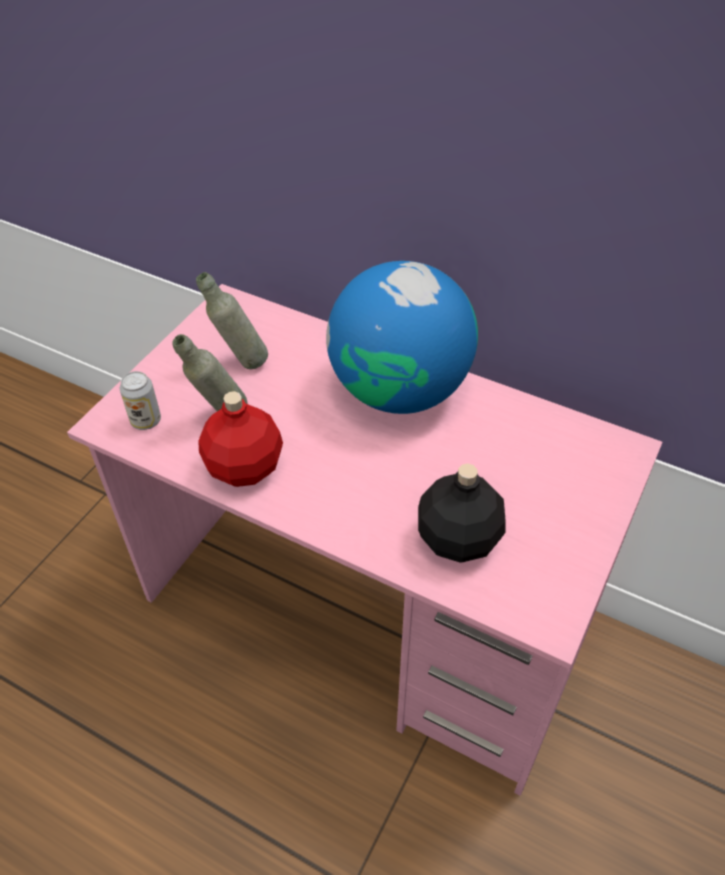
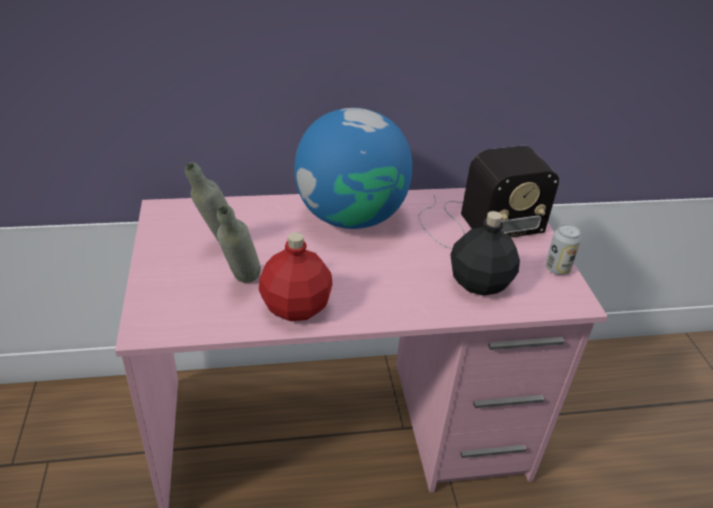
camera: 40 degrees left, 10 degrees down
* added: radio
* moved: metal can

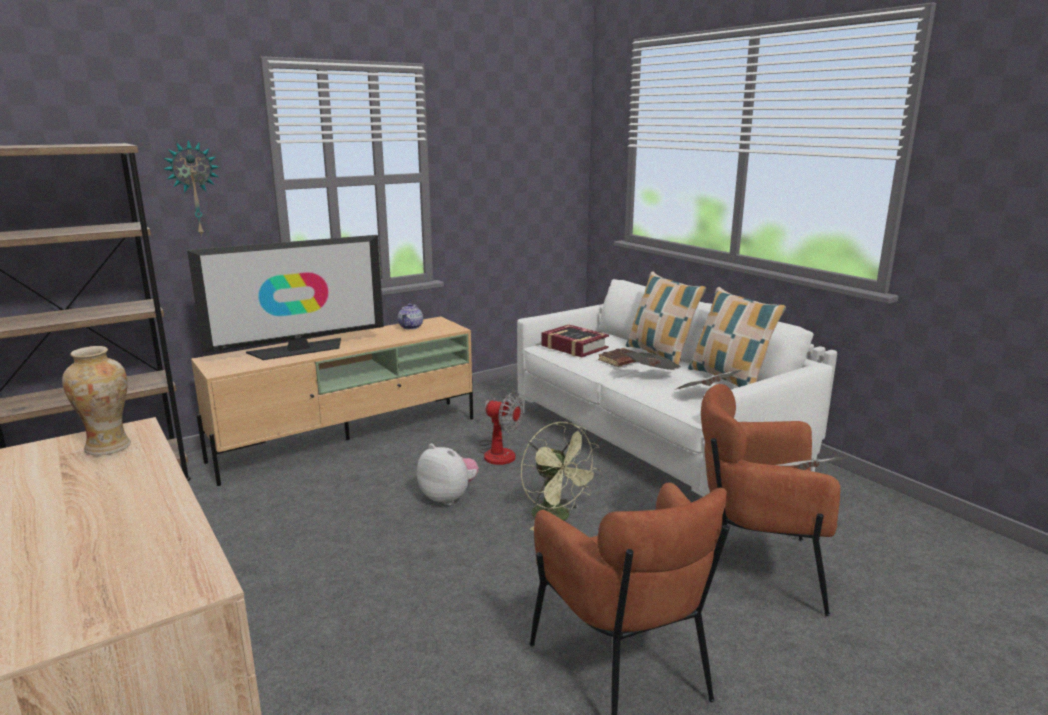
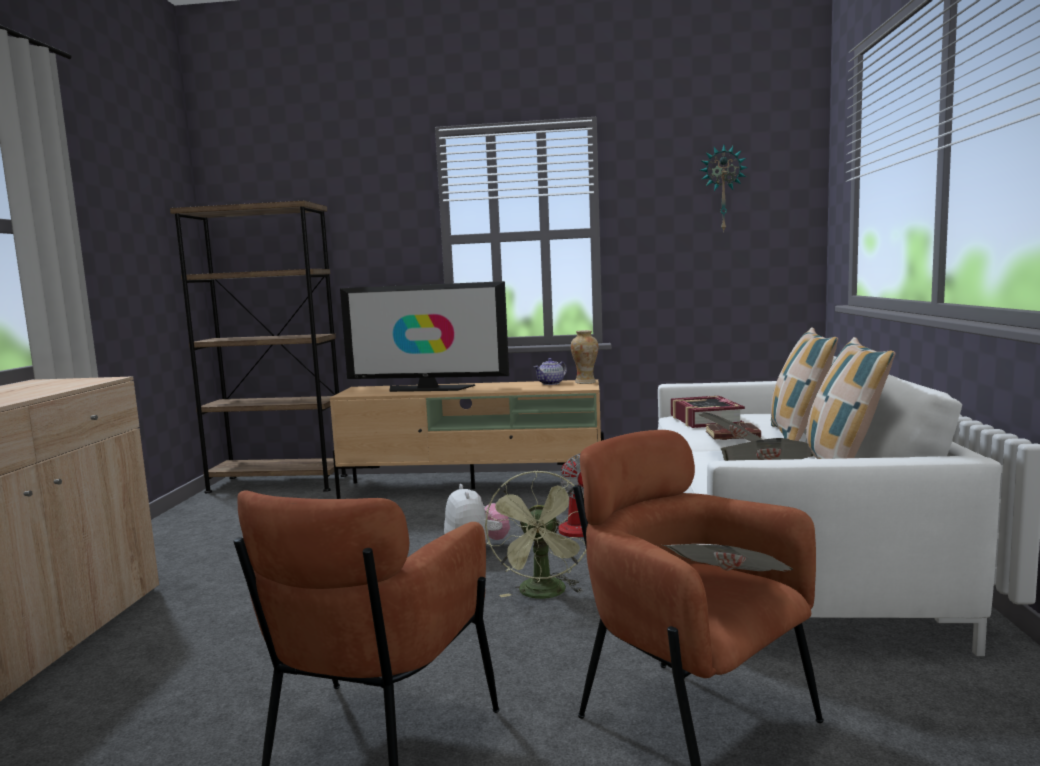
camera: 40 degrees right, 10 degrees down
* moved: flower vase
* moved: hanging clock

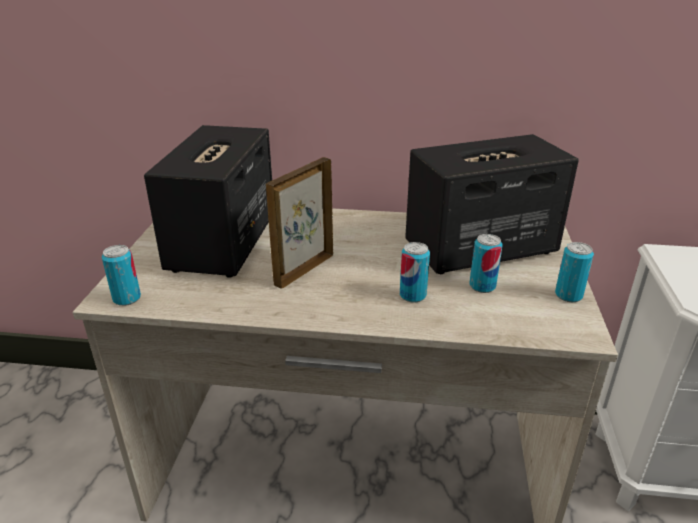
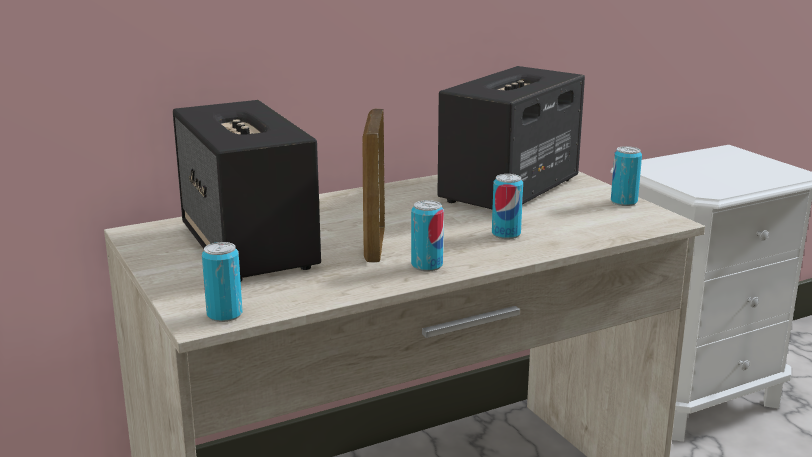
camera: 35 degrees left, 10 degrees down
* moved: metal can (3rd from left in the first image) to metal can (2nd from left)

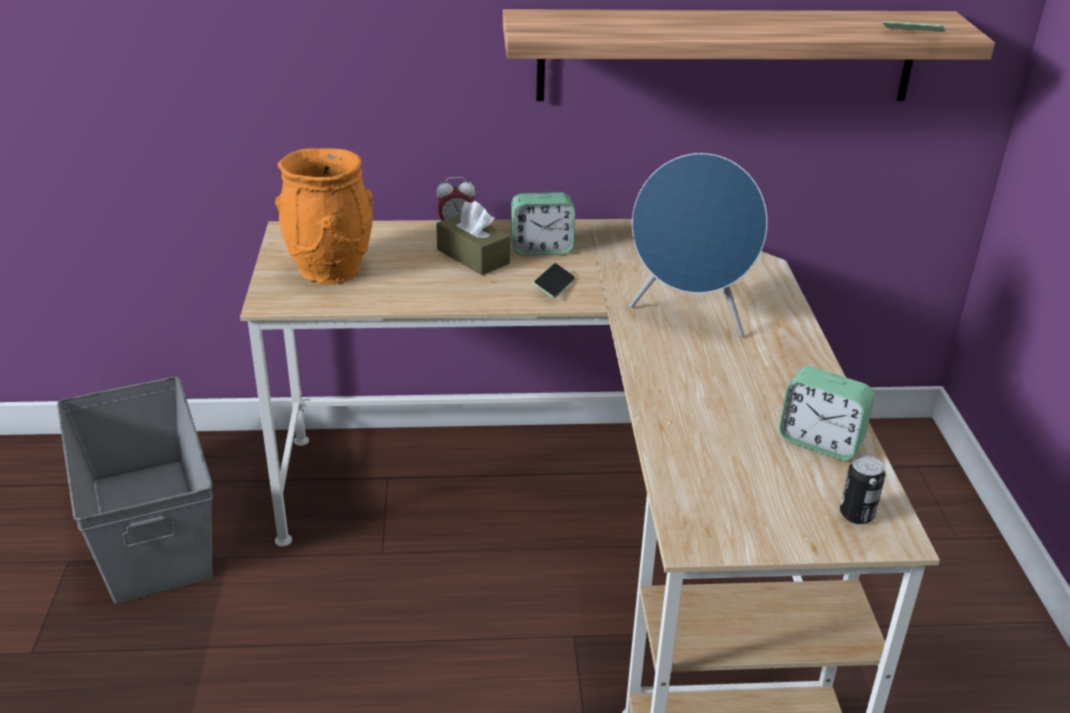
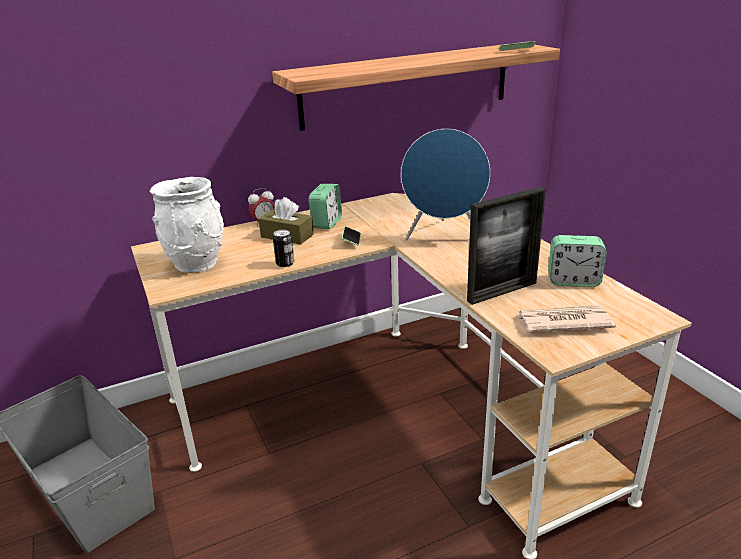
camera: 20 degrees left, 5 degrees down
* added: standing frame
* added: newspaper
* moved: metal can
* recoloured: orange-coloured flower vase to white flower vase
* turned: table clock (2nd from left) 45 degrees counterclockwise

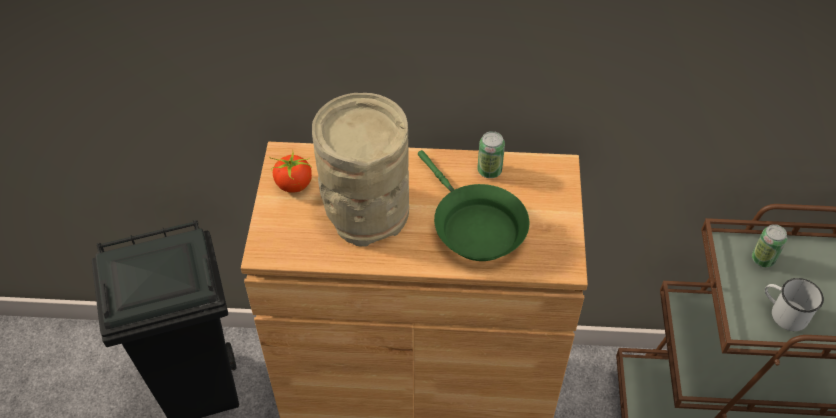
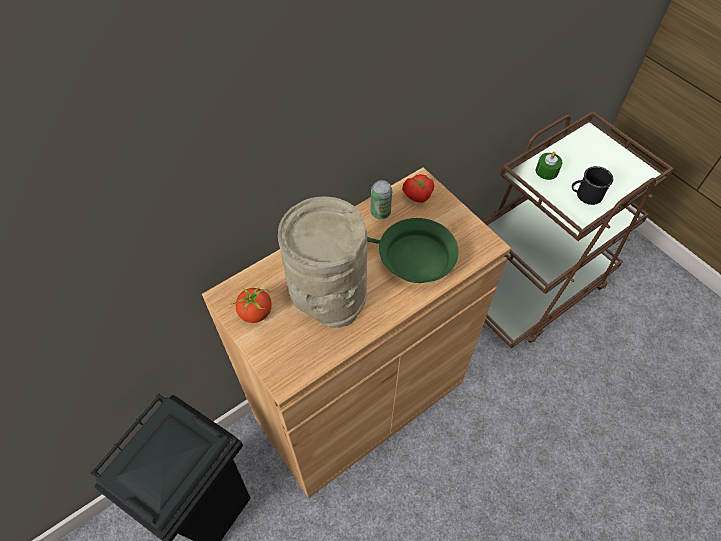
camera: 40 degrees left, 5 degrees up
* added: fresh tomato (2nd from left)
* replaced: metal can (2nd from left) to green wax light
* recoloured: white tea mug to black-coloured tea mug

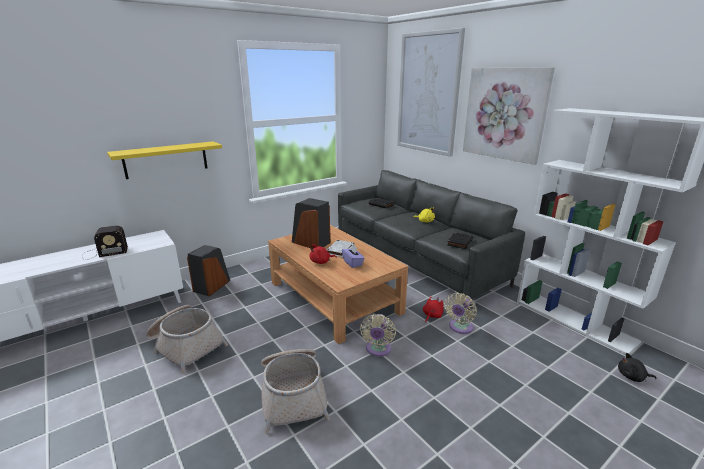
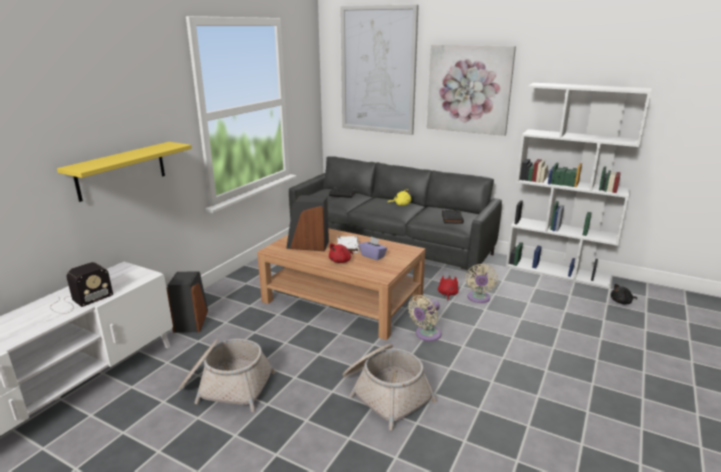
camera: 25 degrees left, 0 degrees up
* turned: sand-coloured electric fan (1st from left) 60 degrees clockwise

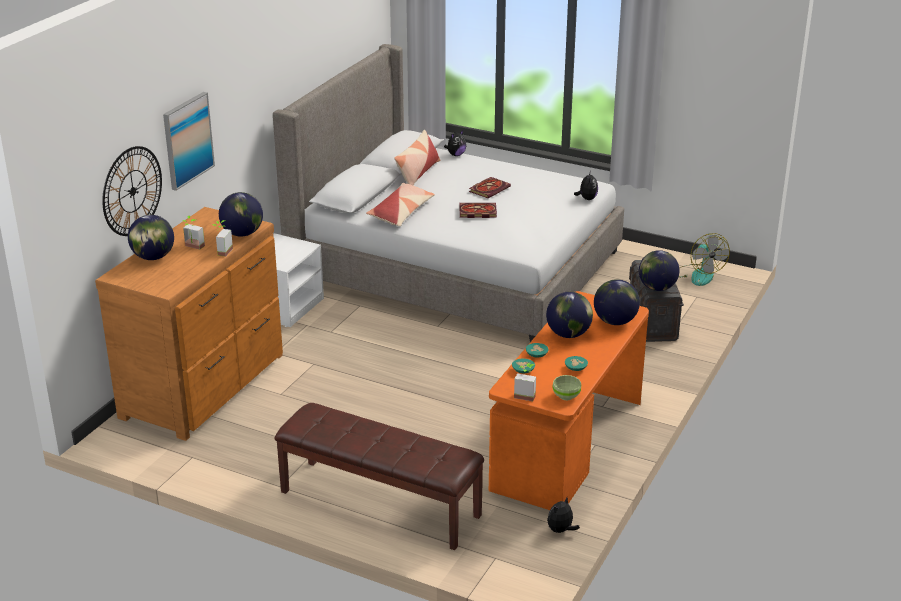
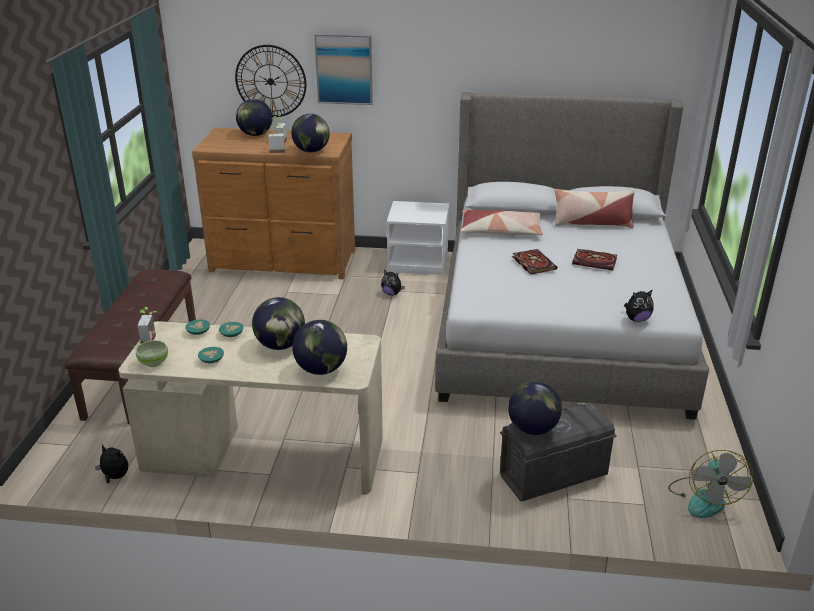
camera: 70 degrees right, 0 degrees up
* moved: soft toy (1st from left in the first image) to soft toy (2nd from left)
* recoloured: orange-coloured desk unit to sand-coloured desk unit
* turned: electric fan 45 degrees counterclockwise

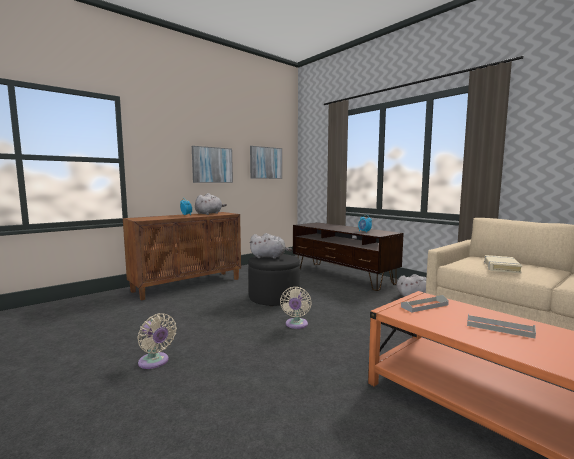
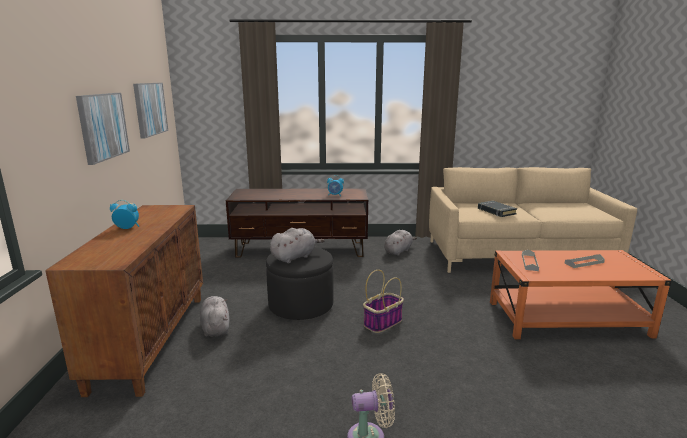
camera: 50 degrees left, 10 degrees up
* moved: gray soft toy (1st from left)
* replaced: sand-coloured electric fan (2nd from left) to household basket
* recoloured: sand-coloured volume to black-coloured volume

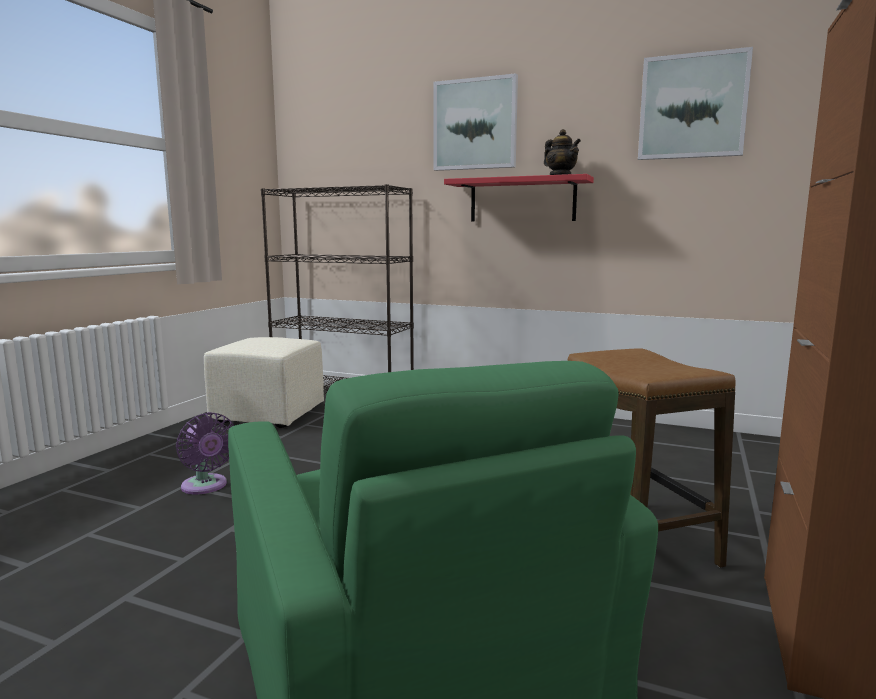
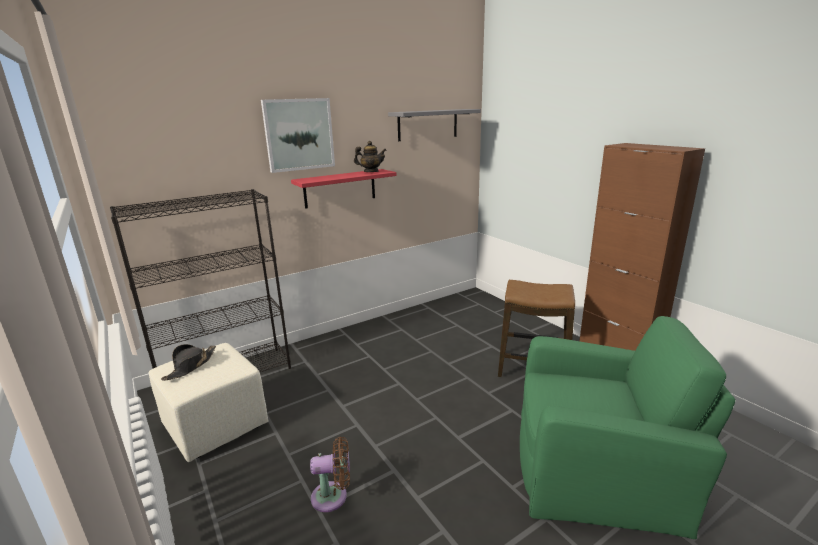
camera: 55 degrees left, 10 degrees up
* added: black-coloured wearable hat
* replaced: wall picture (2nd from left) to gray wall shelf
* recoloured: purple-coloured electric fan to brown electric fan

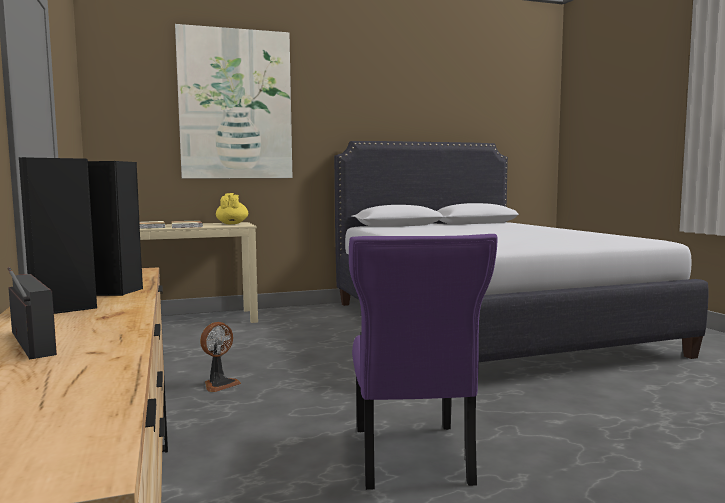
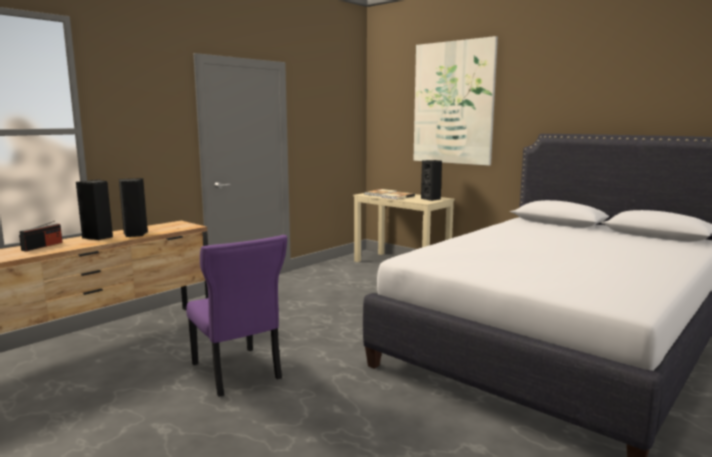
camera: 60 degrees right, 5 degrees up
* removed: electric fan
* replaced: yellow teapot to black-coloured audio speaker (3rd from left)
* turned: purple-coloured chair 90 degrees counterclockwise

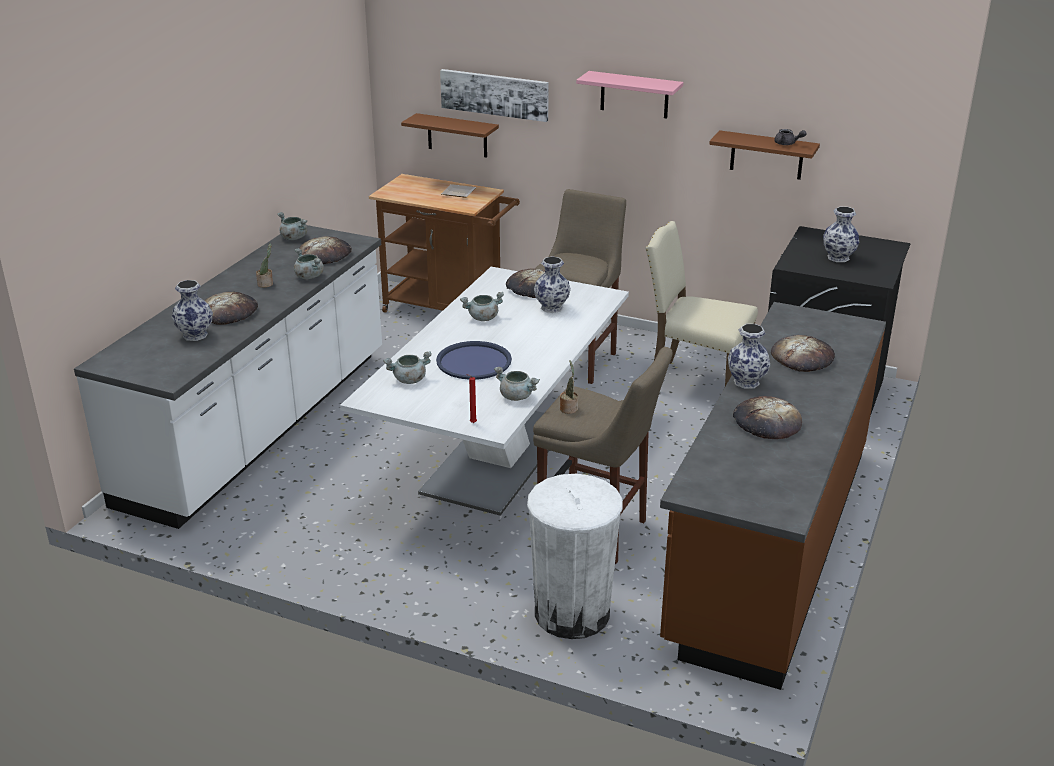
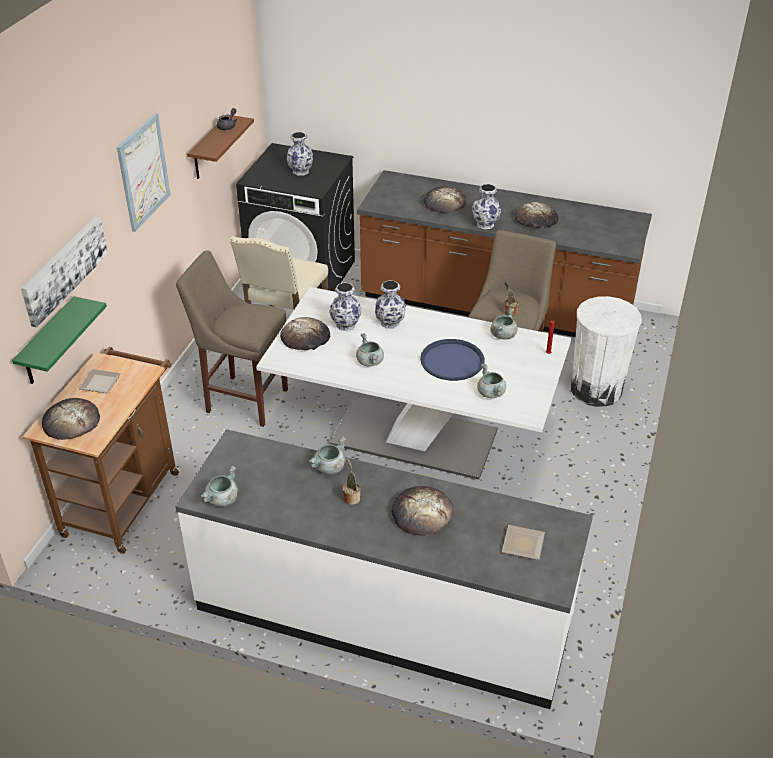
camera: 95 degrees left, 10 degrees up
* added: dinner plate (2nd from left)
* moved: flower vase (1st from left in the first image) to flower vase (3rd from left)
* moved: baked bread (2nd from left in the first image) to baked bread (1st from left)
* replaced: pinkish wall shelf to wall picture (2nd from left)
* recoloured: brown wall shelf (1st from left) to green wall shelf

